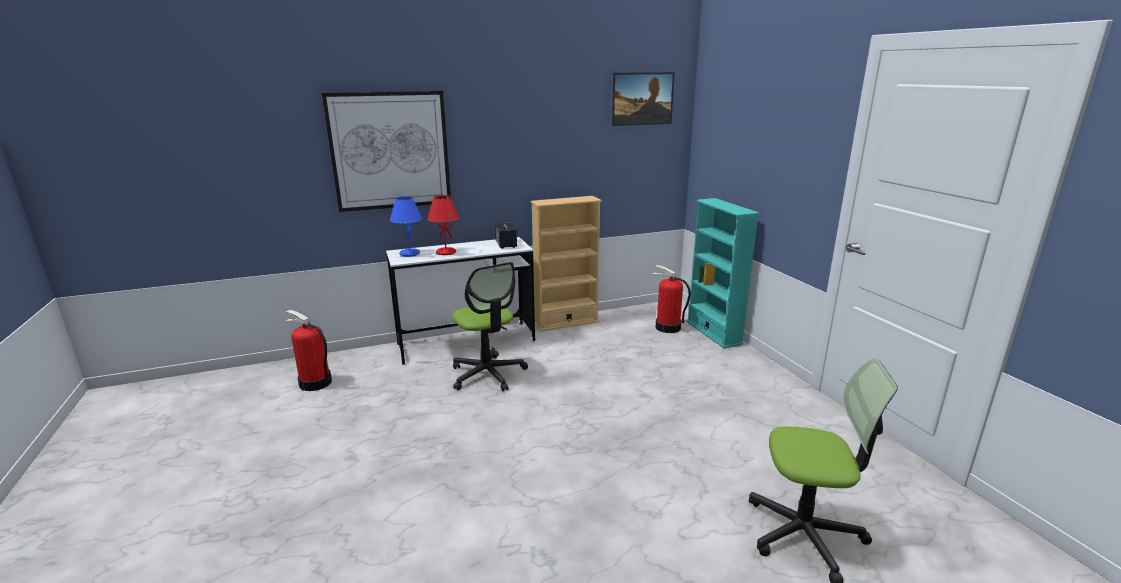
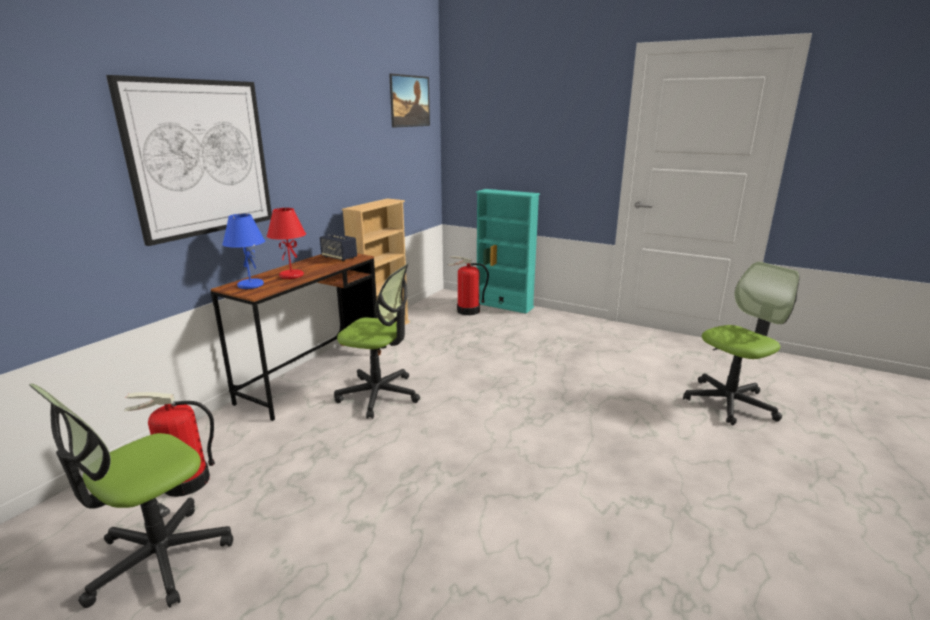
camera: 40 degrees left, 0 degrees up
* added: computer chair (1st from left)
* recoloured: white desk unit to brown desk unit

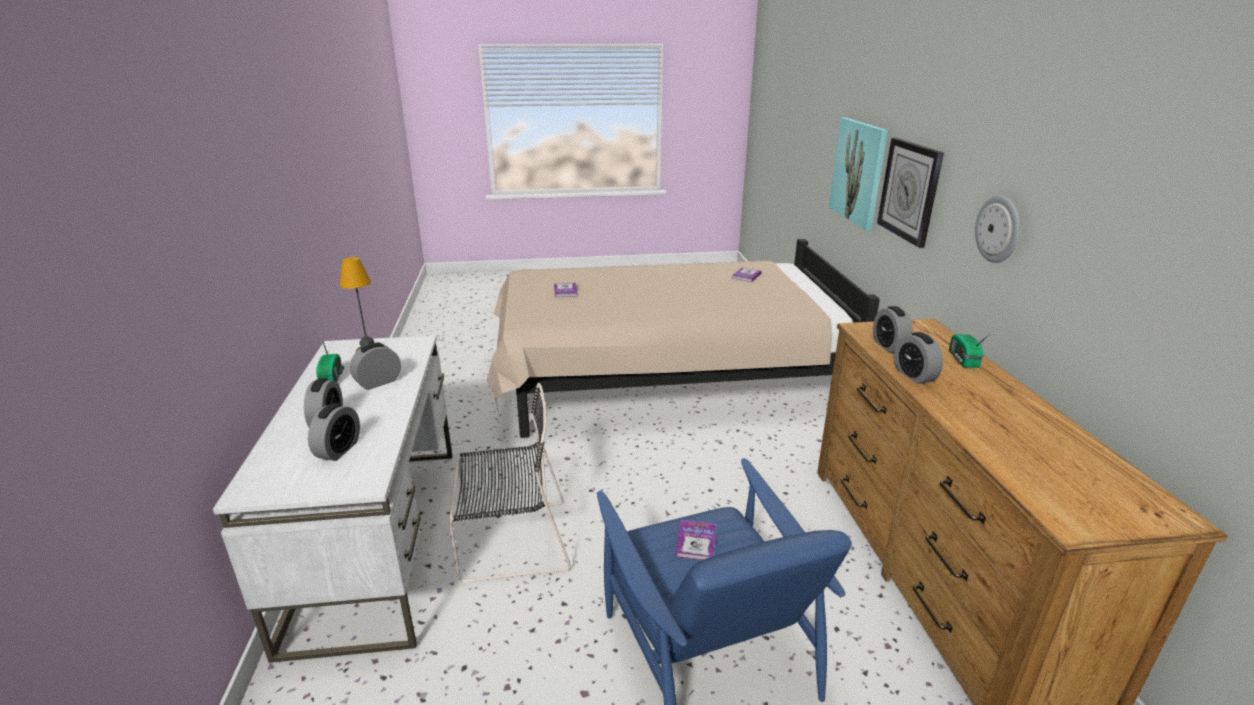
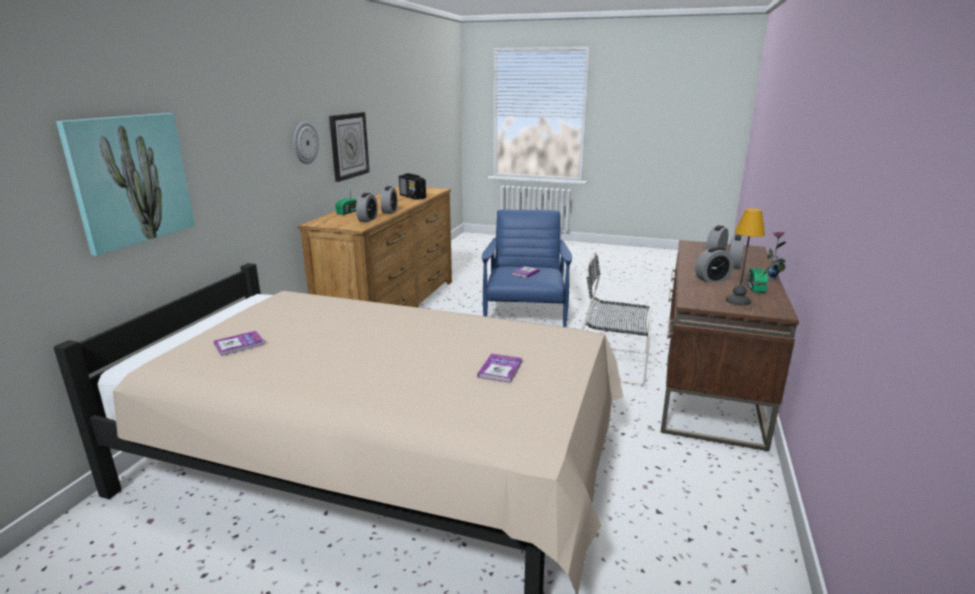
camera: 155 degrees left, 5 degrees down
* added: radio (2nd from left)
* added: flower vase
* moved: hanging clock (1st from left in the first image) to hanging clock (2nd from left)
* recoloured: white desk unit to brown desk unit

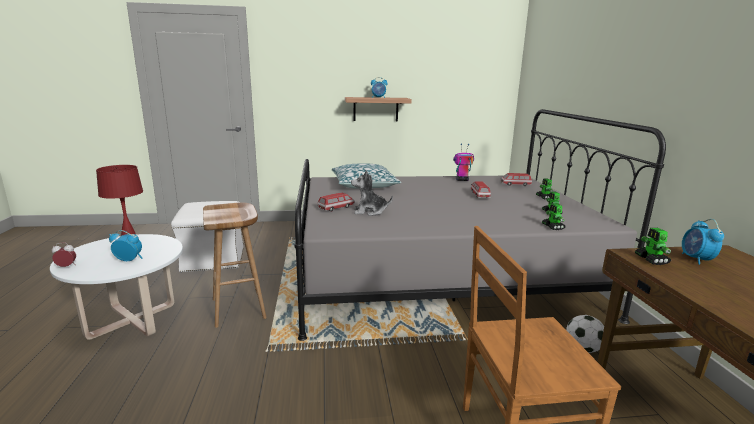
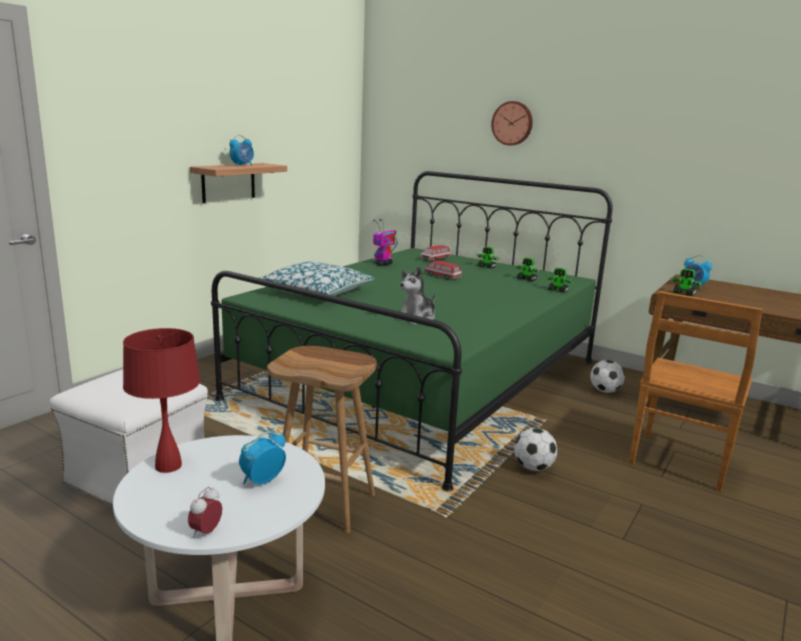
camera: 50 degrees left, 0 degrees up
* removed: toy car (1st from left)
* added: hanging clock
* added: football ball (1st from left)
* recoloured: gray bedroom bed to green bedroom bed

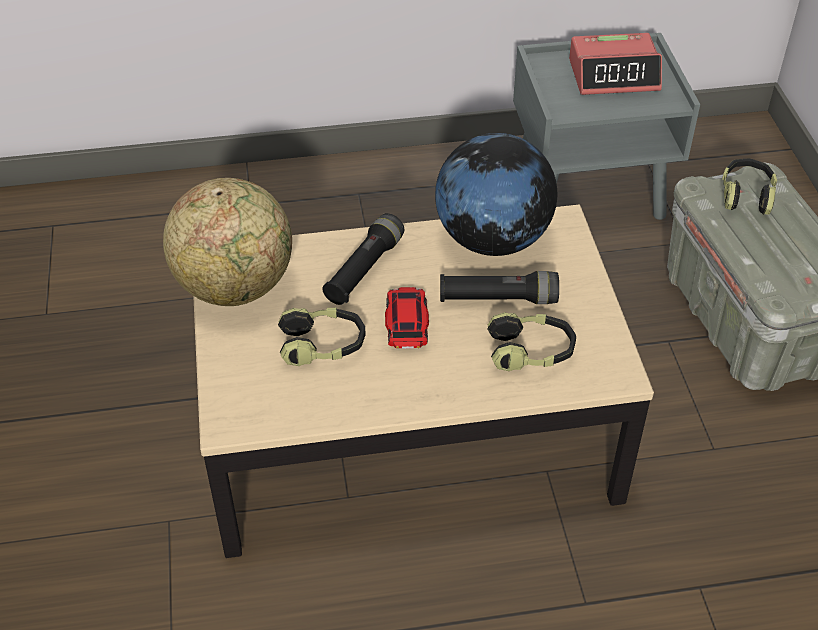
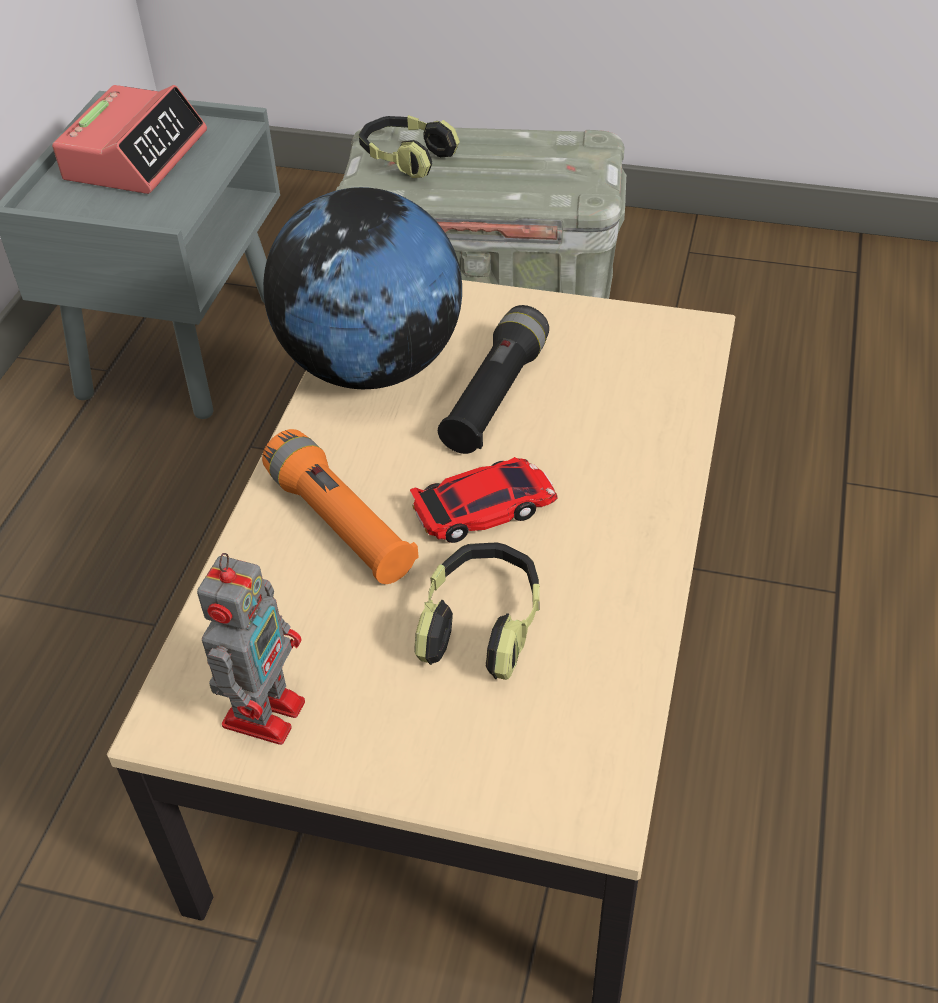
camera: 65 degrees left, 0 degrees up
* removed: pair of headphones (2nd from left)
* replaced: globe (1st from left) to model robot
* recoloured: black-coloured torch (1st from left) to orange-coloured torch
* turned: toy car 135 degrees clockwise

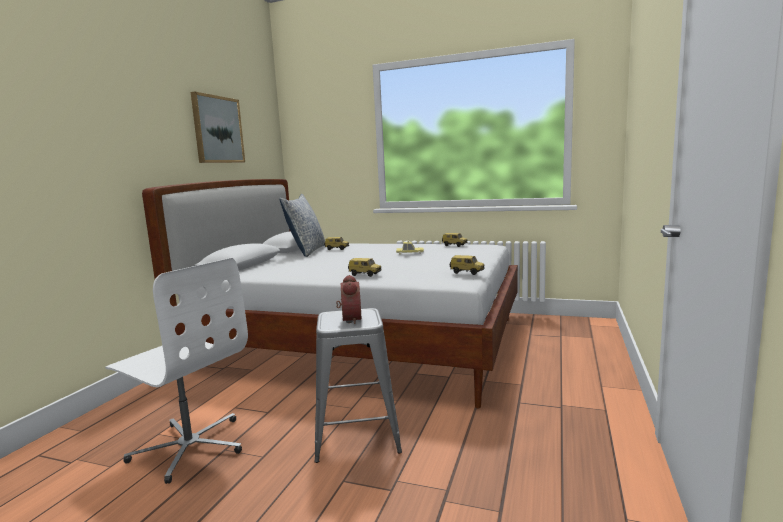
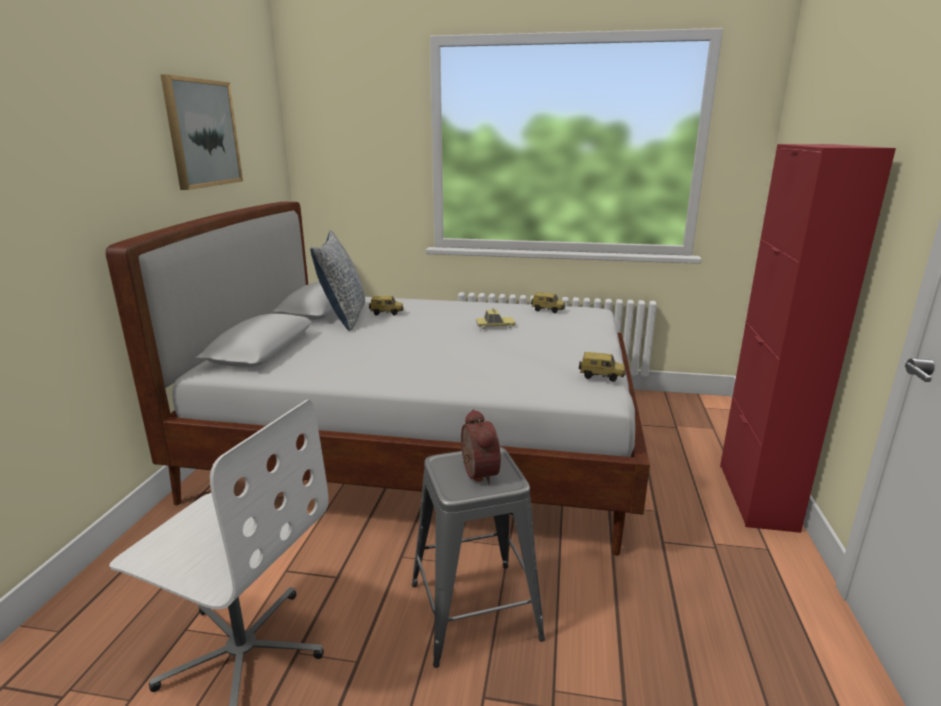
camera: 10 degrees left, 10 degrees up
* removed: toy car (2nd from left)
* added: red storage cabinet

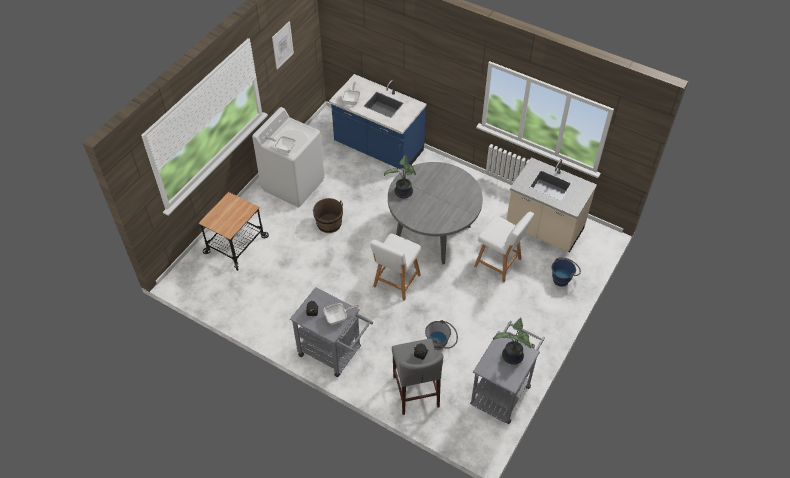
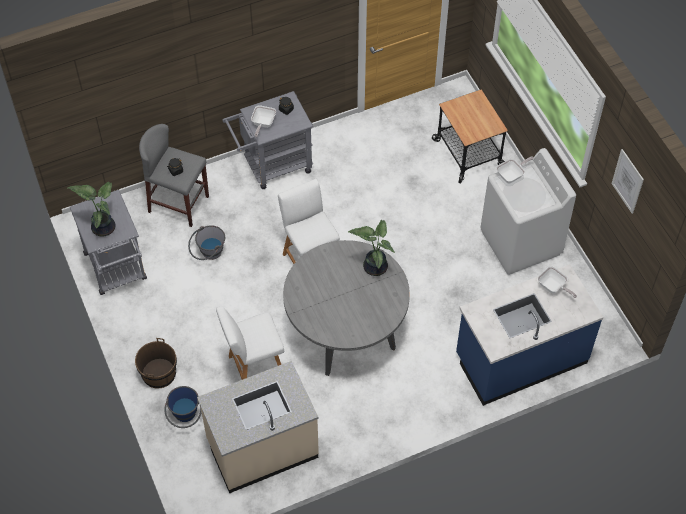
camera: 125 degrees right, 5 degrees up
* moved: brown water bucket

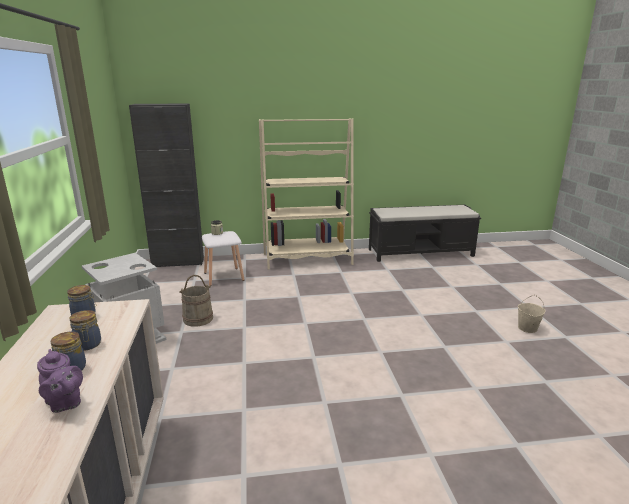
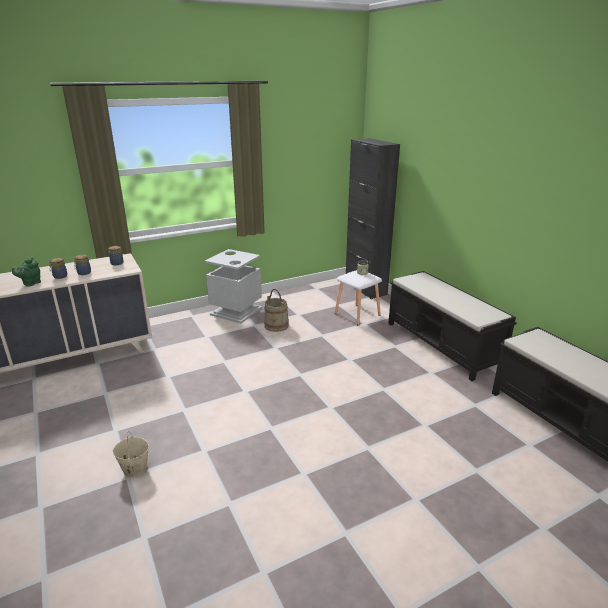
camera: 70 degrees right, 5 degrees up
* moved: sand-coloured water bucket (2nd from left in the first image) to sand-coloured water bucket (1st from left)
* replaced: sand-coloured bookshelf to black-coloured bench (1st from left)
* recoloured: purple-coloured teapot to green teapot

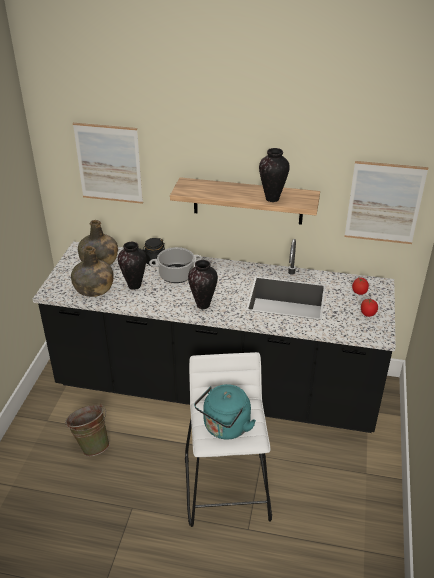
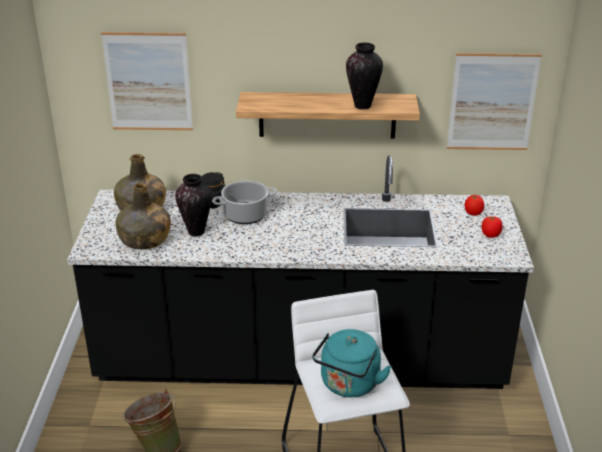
camera: 10 degrees left, 5 degrees down
* removed: flower vase (2nd from left)

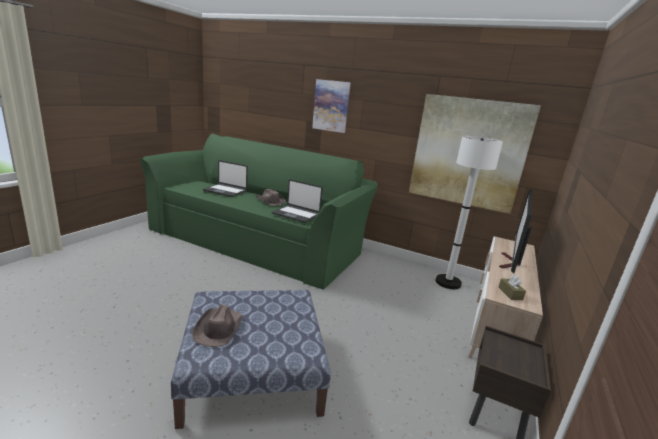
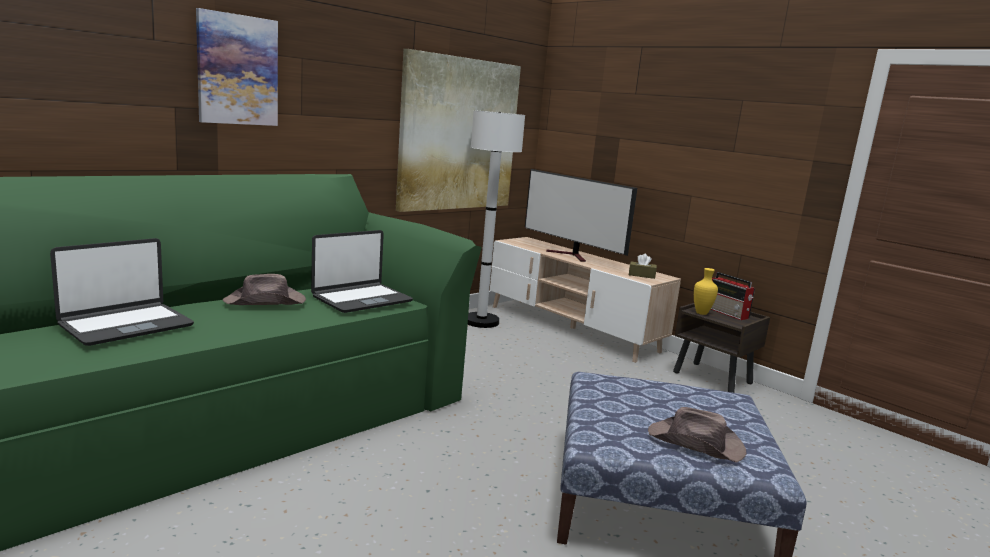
camera: 70 degrees left, 5 degrees down
* added: yellow flower vase
* added: radio

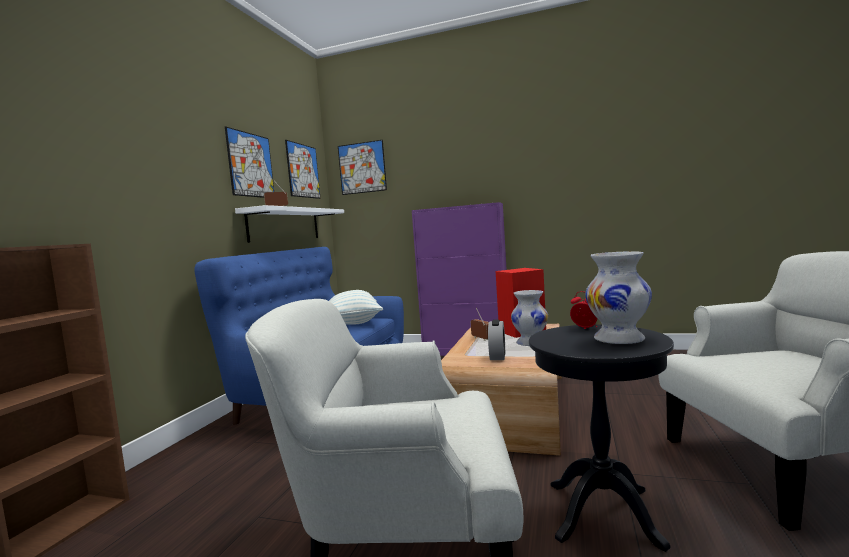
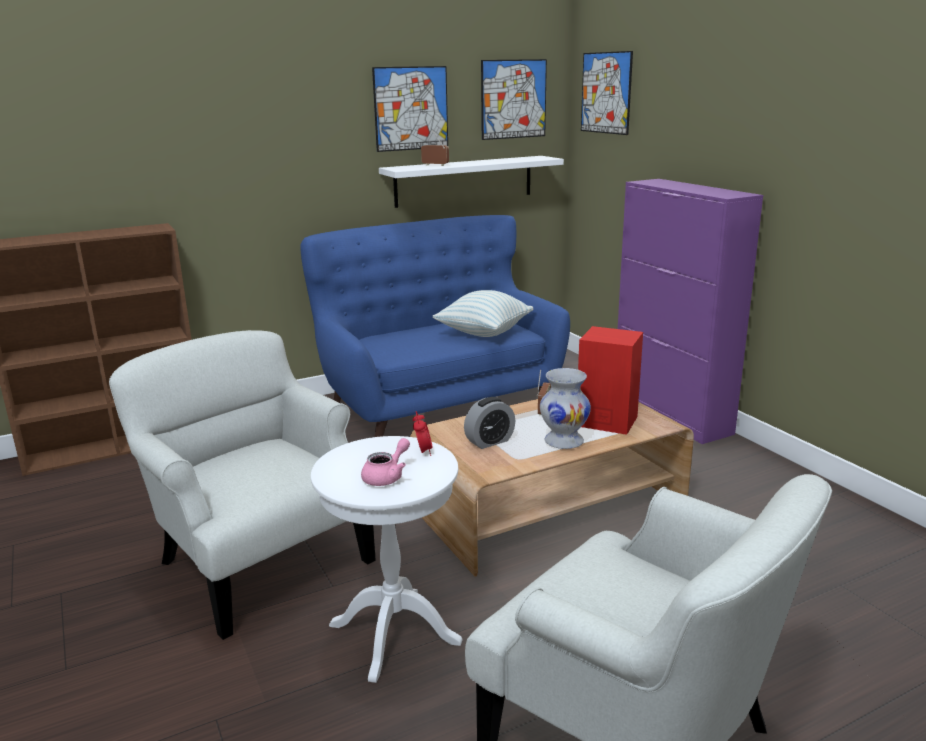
camera: 45 degrees right, 15 degrees up
* replaced: white flower vase (2nd from left) to pinkish teapot
* recoloured: black-coloured accent table to white accent table

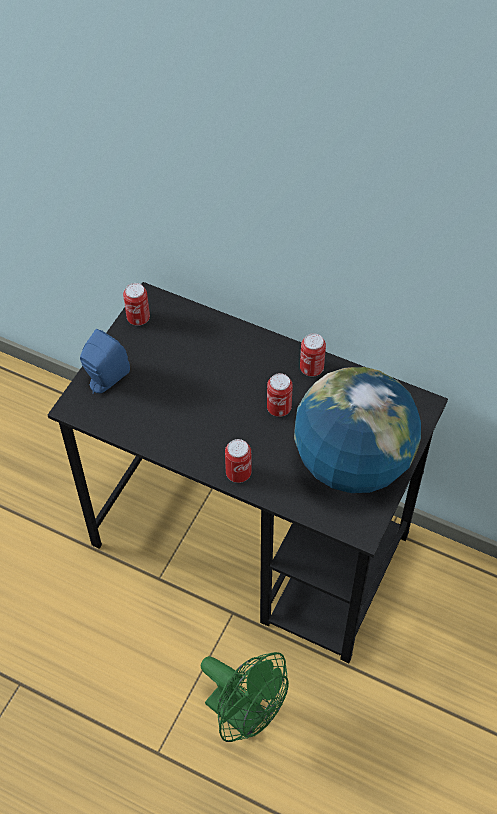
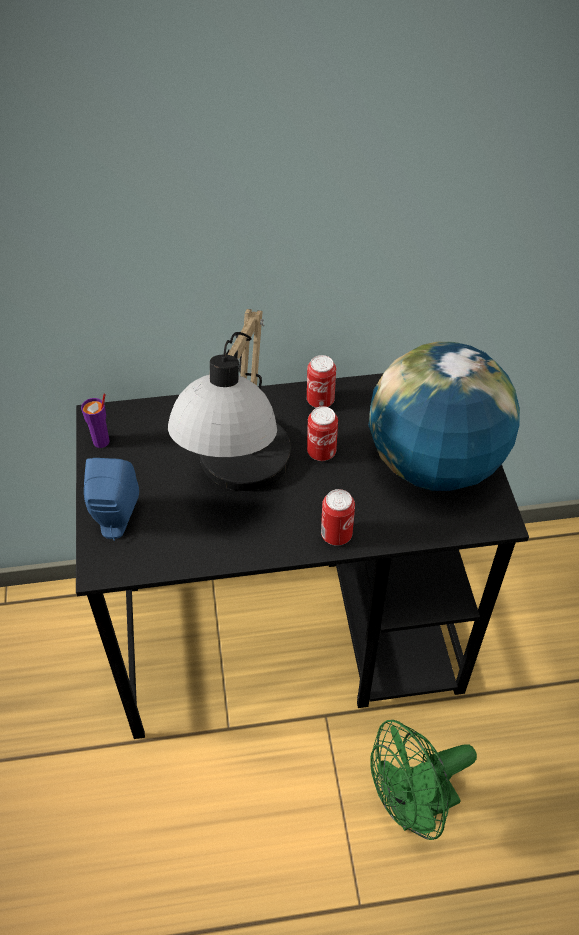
camera: 35 degrees left, 5 degrees down
* added: table lamp
* replaced: metal can (1st from left) to purple-coloured drinking cup
* turned: green electric fan 150 degrees clockwise

